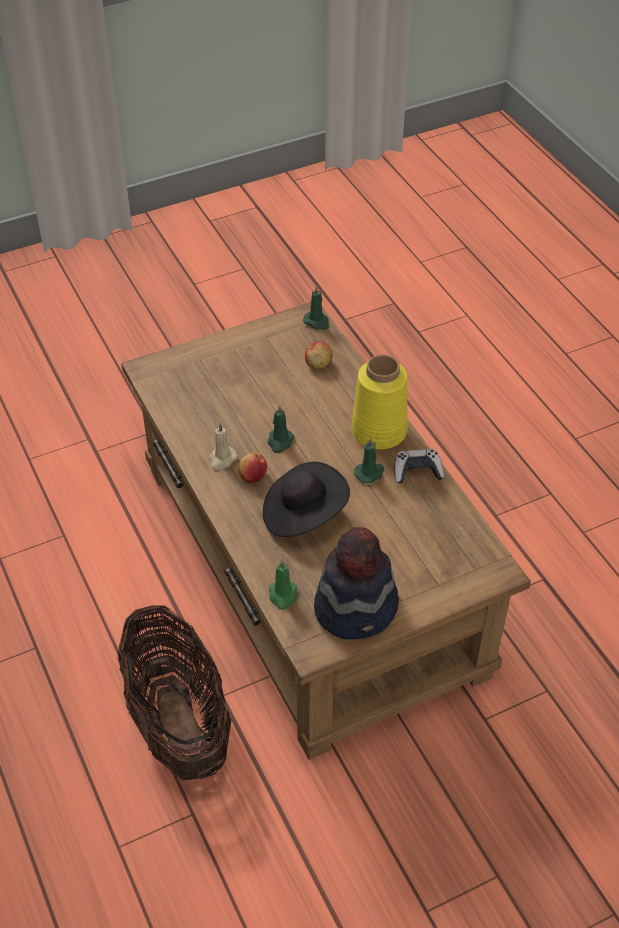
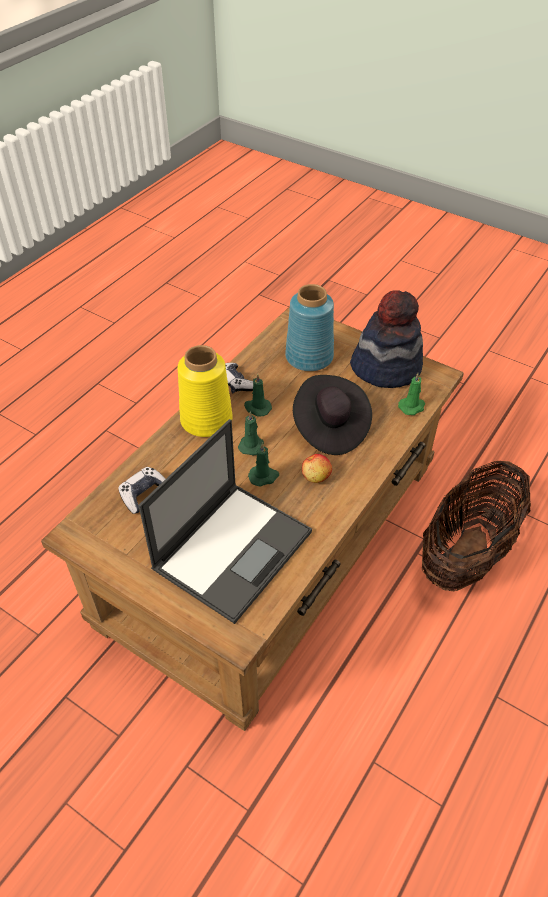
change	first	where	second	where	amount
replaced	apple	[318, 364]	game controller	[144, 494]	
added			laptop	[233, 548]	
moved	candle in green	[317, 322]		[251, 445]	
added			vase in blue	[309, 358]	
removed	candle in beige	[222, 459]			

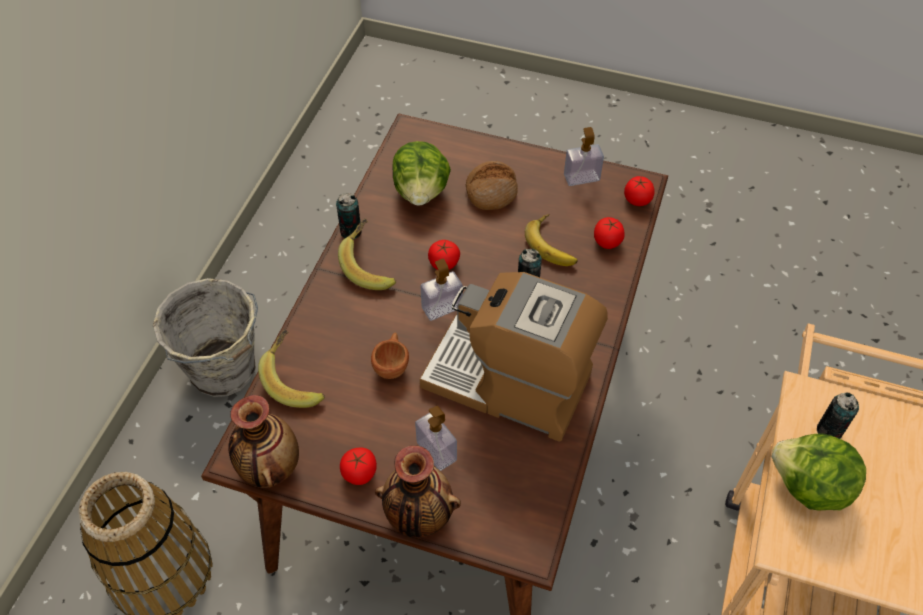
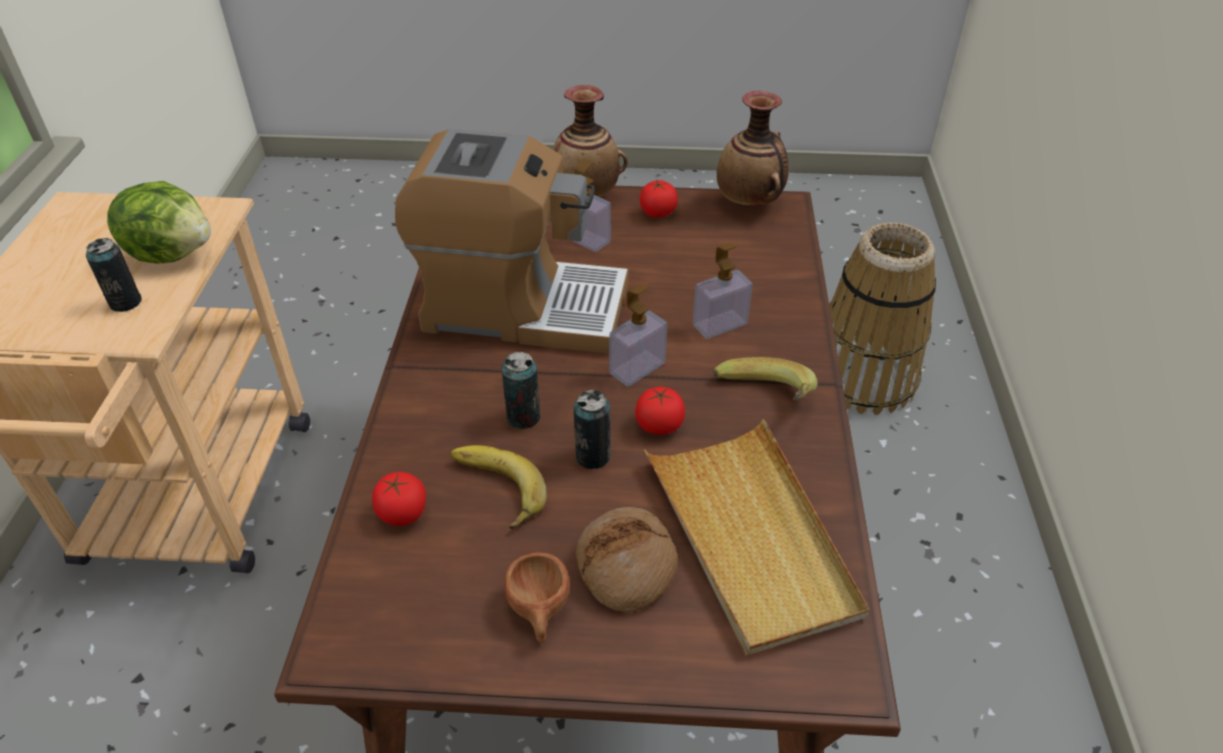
change	first	where	second	where	amount
moved	cup in brown	[392, 364]		[539, 612]	
moved	can	[351, 232]		[593, 456]	
replaced	lettuce	[421, 192]	tray in beige	[751, 537]	
moved	soap dispenser	[581, 177]		[720, 324]	
removed	bucket in grey	[225, 372]			
removed	banana	[296, 379]			
removed	tomato	[637, 200]			

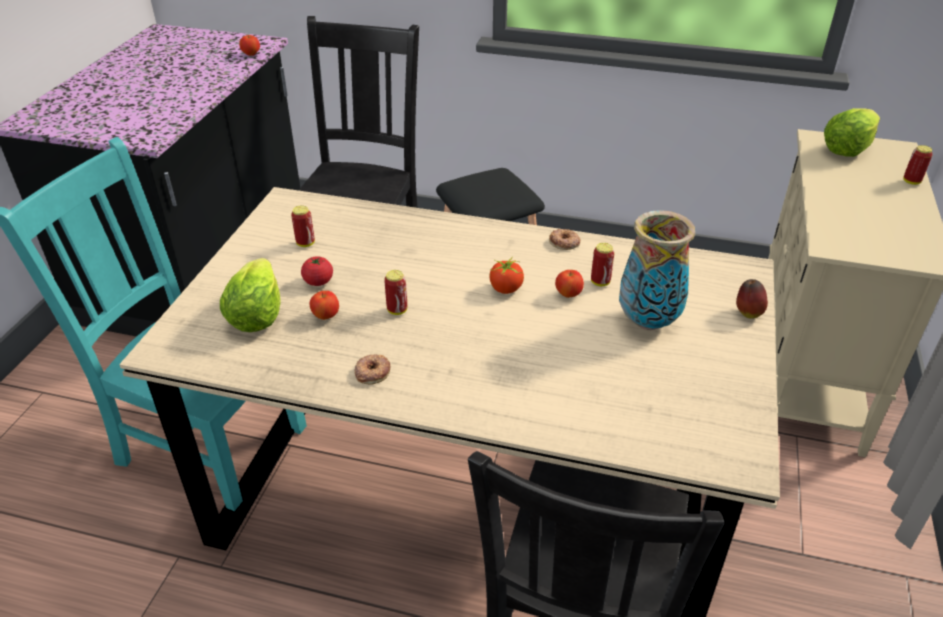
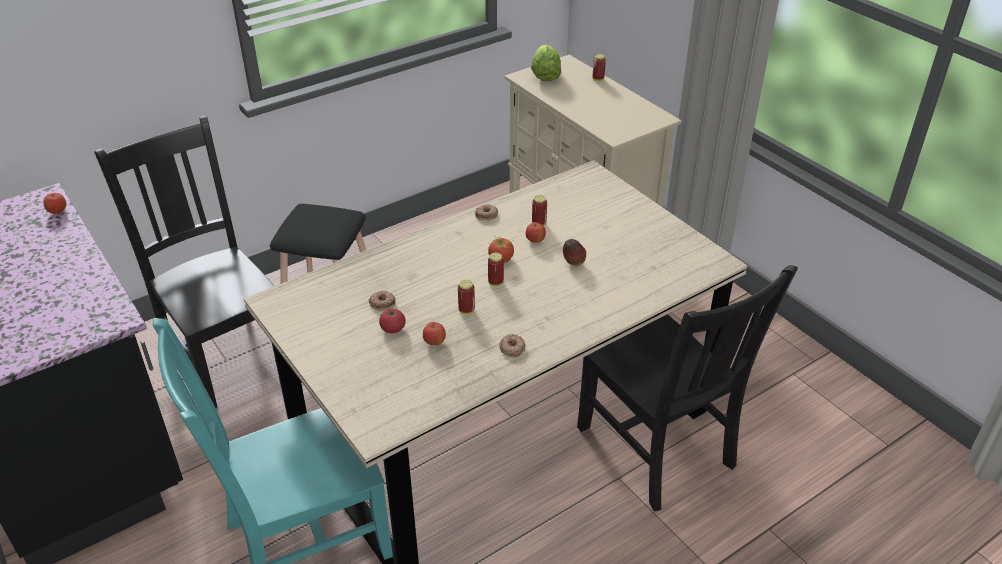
change	first	where	second	where	amount
added			donut	[382, 302]	
moved	can	[305, 243]		[495, 282]	
moved	apple	[747, 313]		[573, 263]	
removed	lettuce	[256, 315]			
removed	vase	[647, 322]			

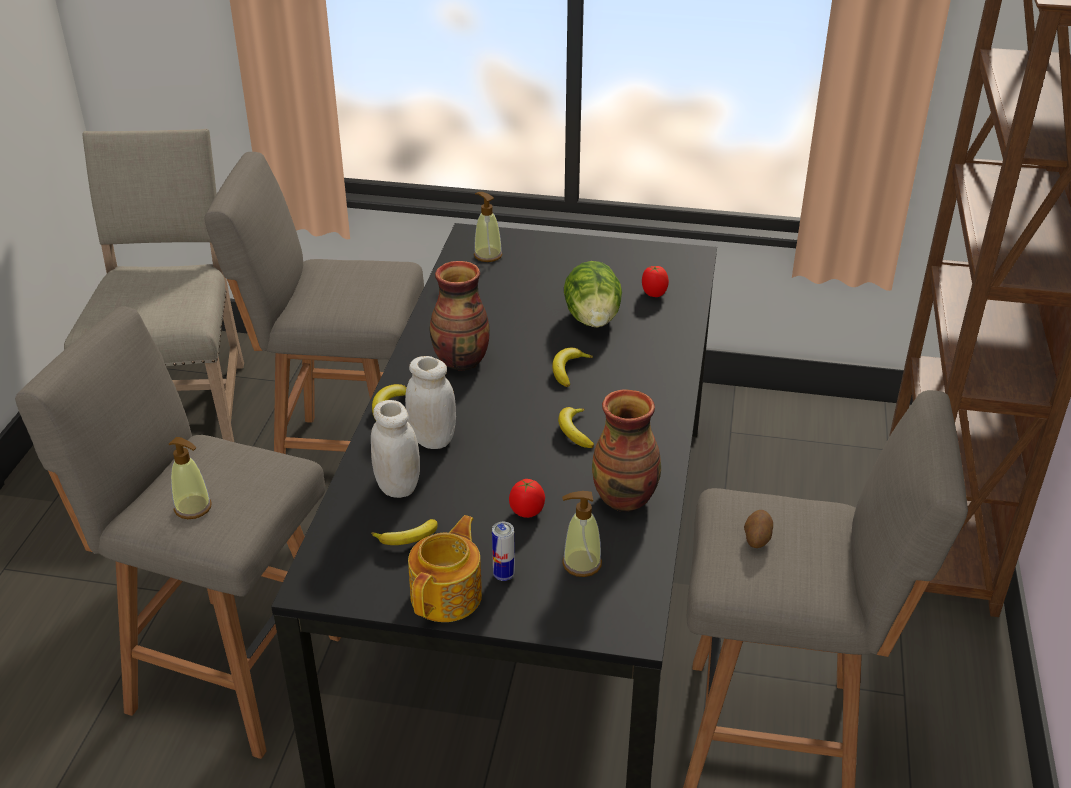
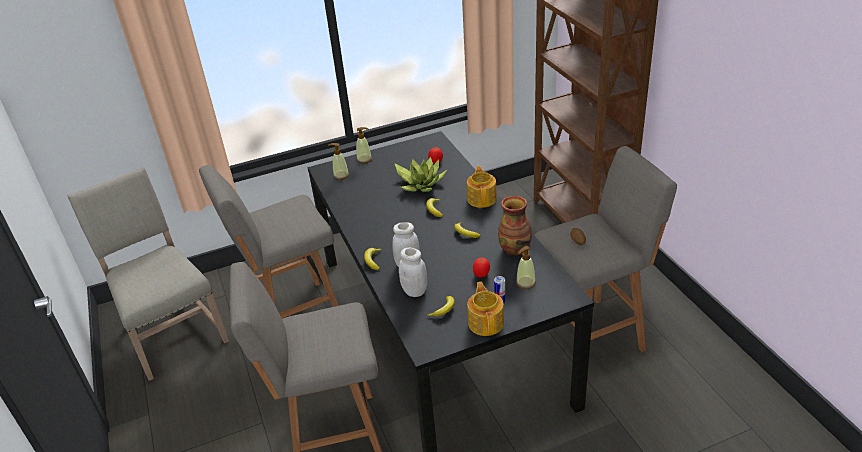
change	first	where	second	where	amount
moved	soap dispenser	[193, 507]		[364, 159]	
replaced	lettuce	[593, 319]	potted plant	[421, 183]	
added			teapot	[482, 198]	
removed	vase	[462, 361]			

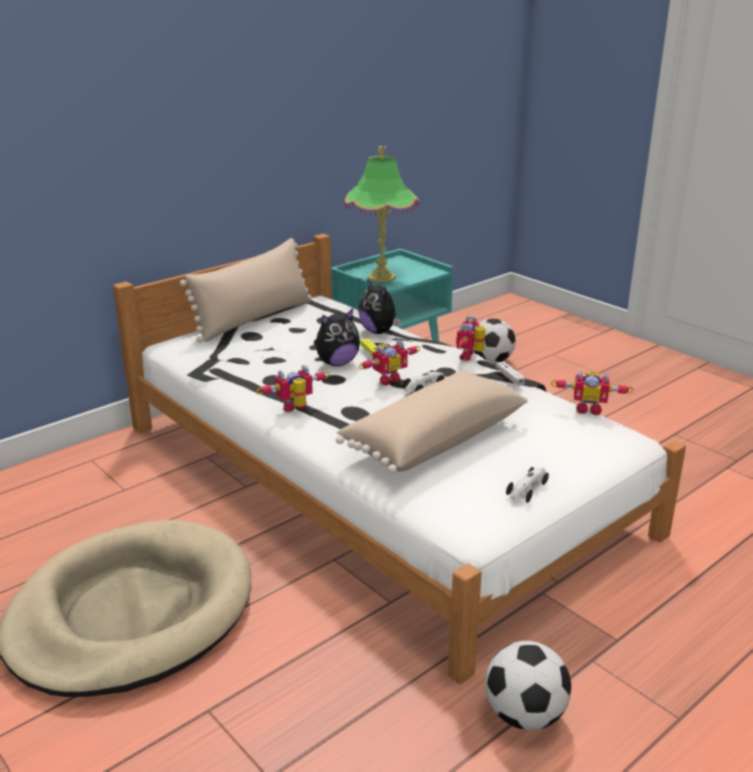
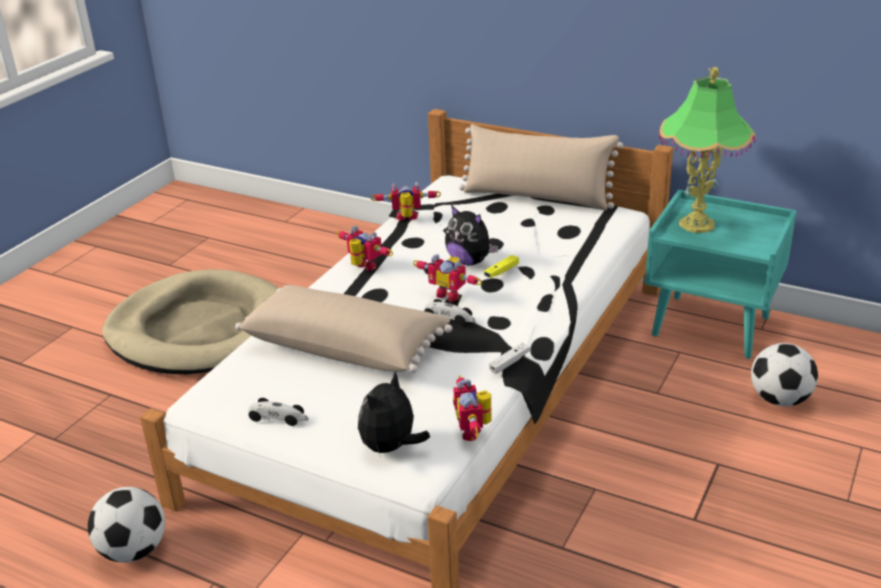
change	first	where	second	where	amount
moved	plush toy	[379, 331]		[391, 447]	
moved	toy robot	[470, 356]		[407, 219]	

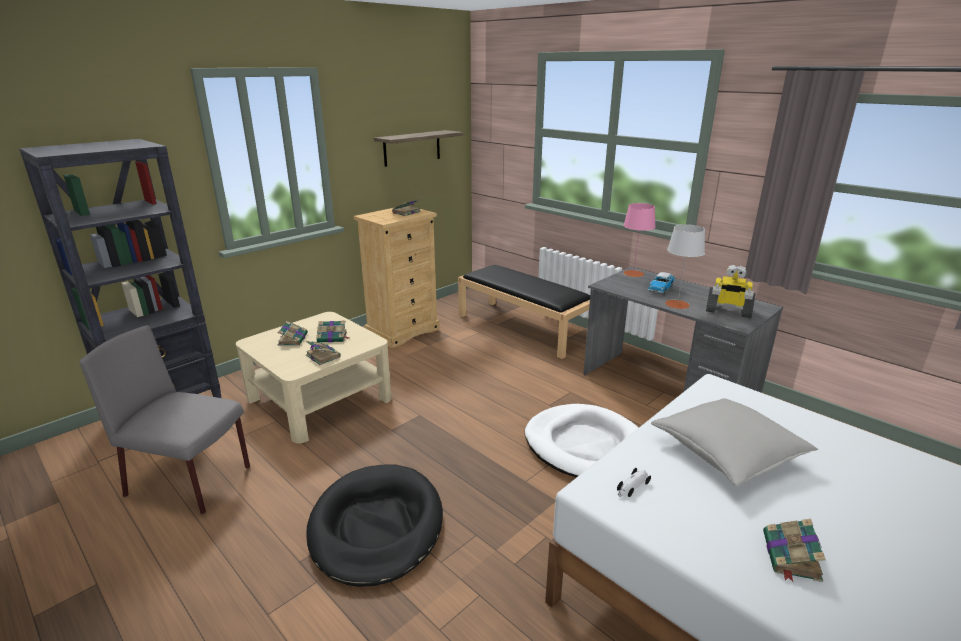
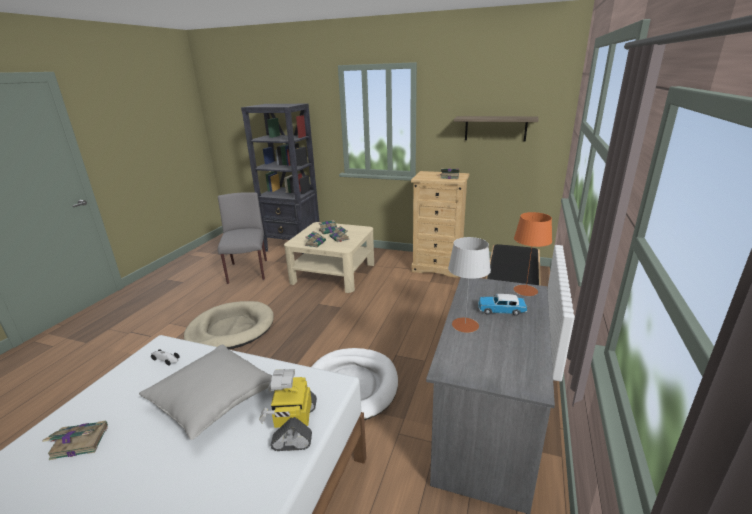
change	first	where	second	where	amount
recoloured	dog bed in black	[376, 527]	dog bed in beige	[231, 329]	
moved	toy robot	[728, 311]		[294, 426]	
recoloured	table lamp in pink	[633, 273]	table lamp in orange	[525, 290]	

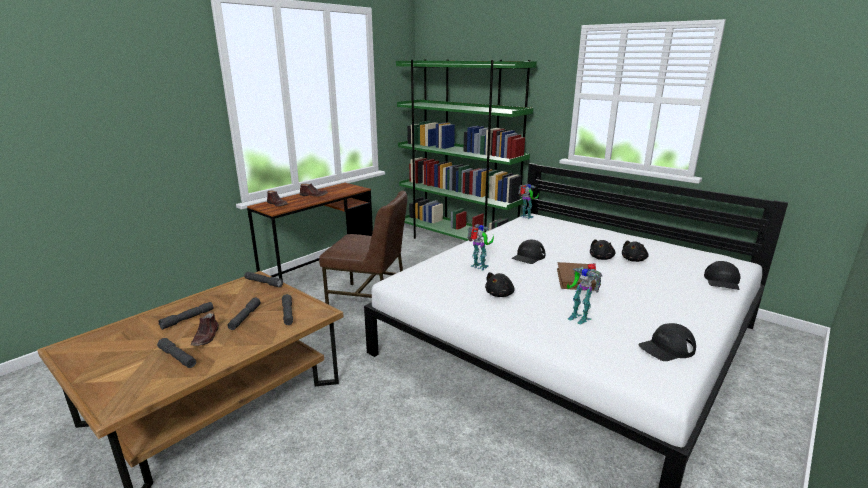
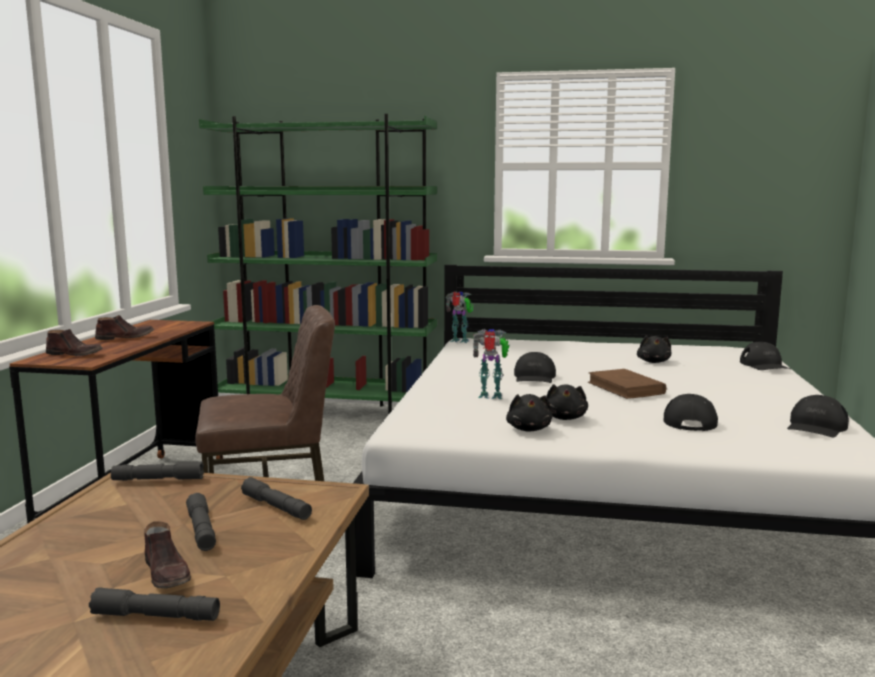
change	first	where	second	where	amount
moved	plush toy in black	[601, 258]		[529, 429]	
replaced	toy robot	[579, 317]	cap in black	[689, 420]	
removed	flashlight in grey	[187, 319]			

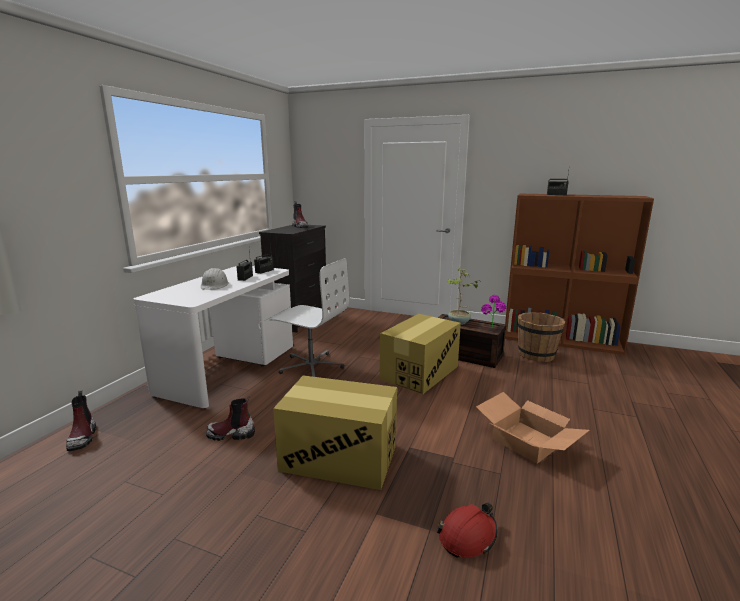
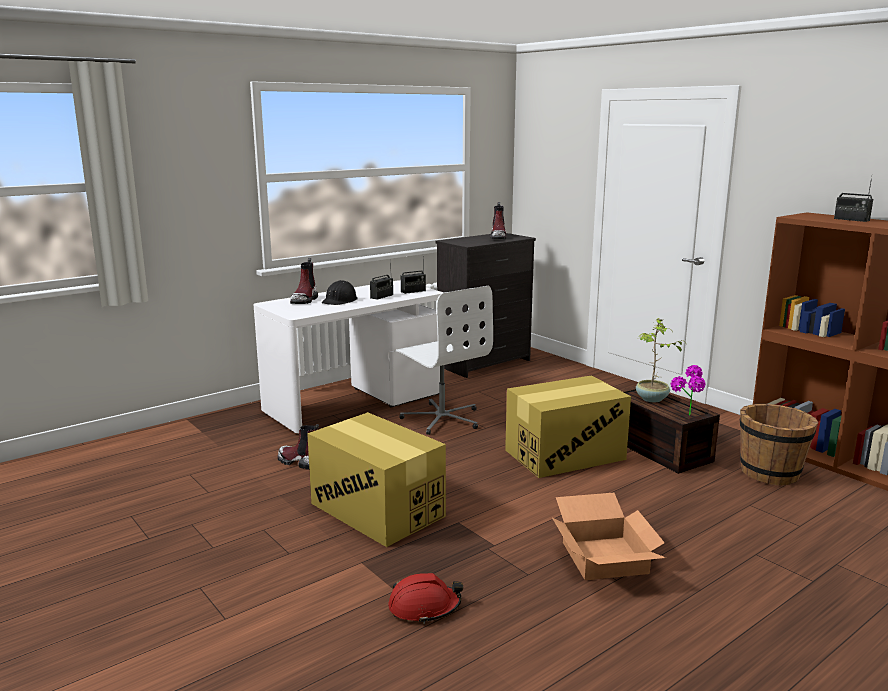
change	first	where	second	where	amount
moved	boot	[82, 437]		[305, 300]	
recoloured	hard hat in white	[214, 285]	hard hat in black	[340, 300]	

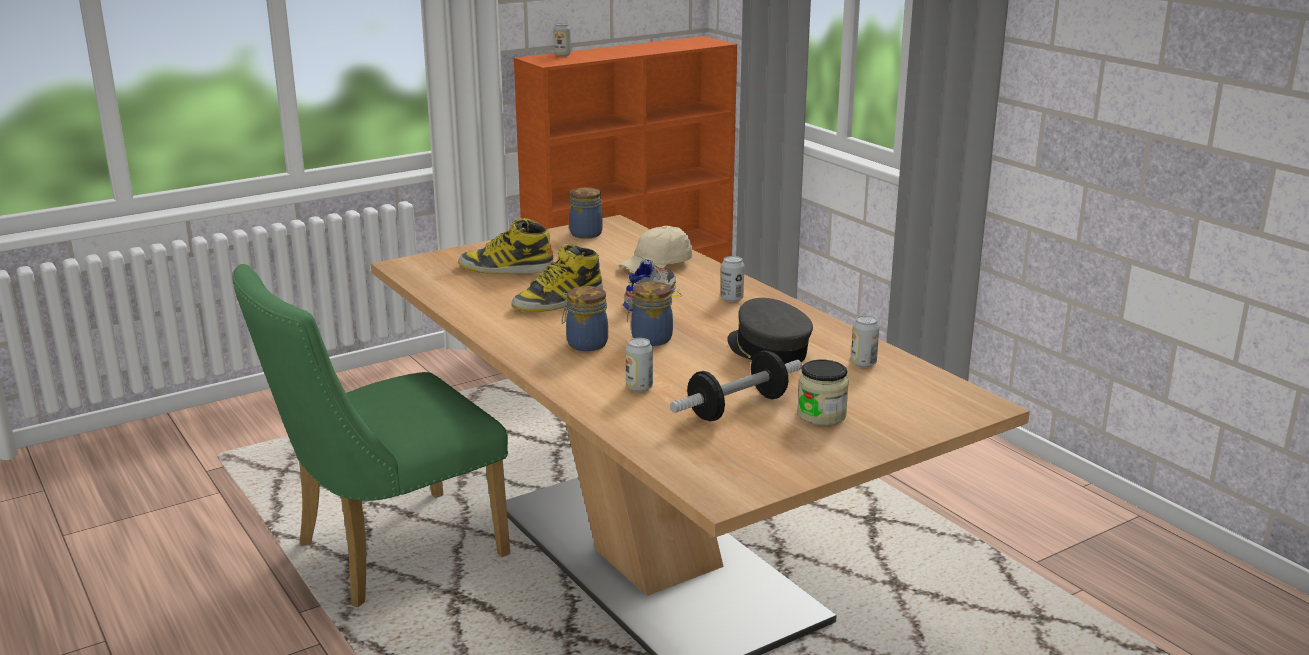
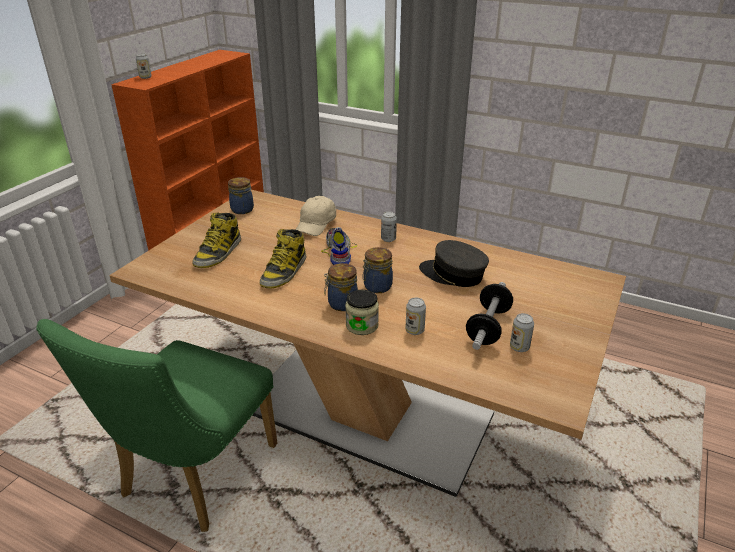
change	first	where	second	where	amount
turned	boot	[506, 268]		[218, 253]	45 degrees counterclockwise
moved	jar	[821, 415]		[362, 325]	
moved	can	[863, 363]		[519, 347]	

